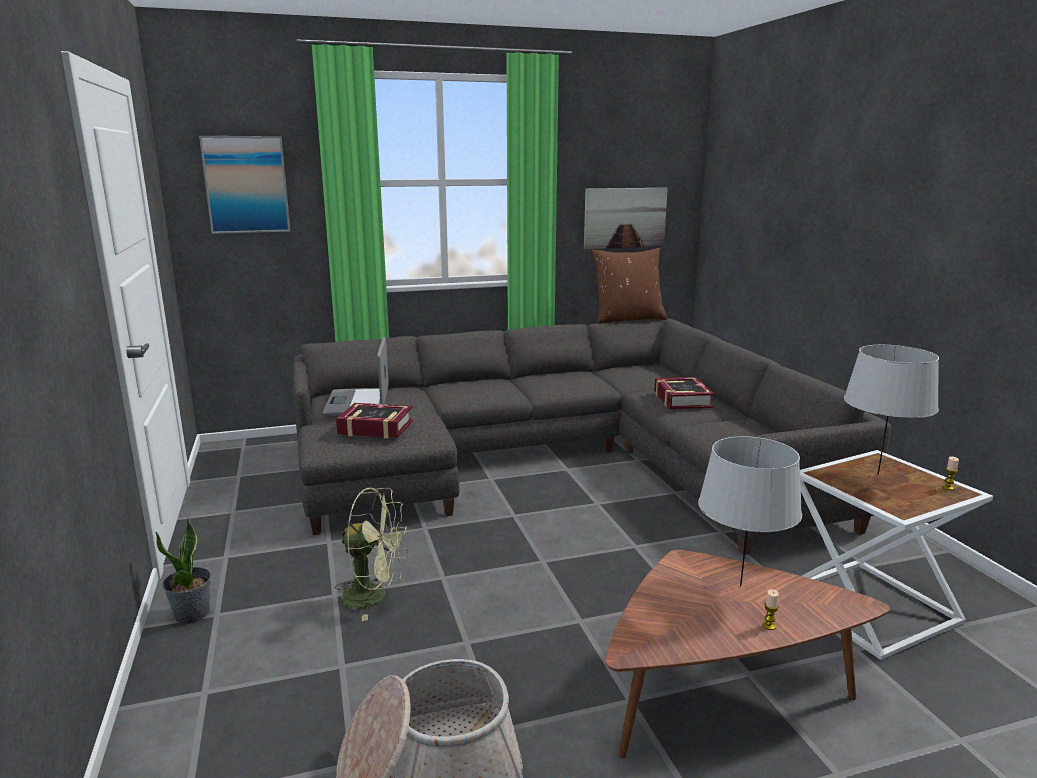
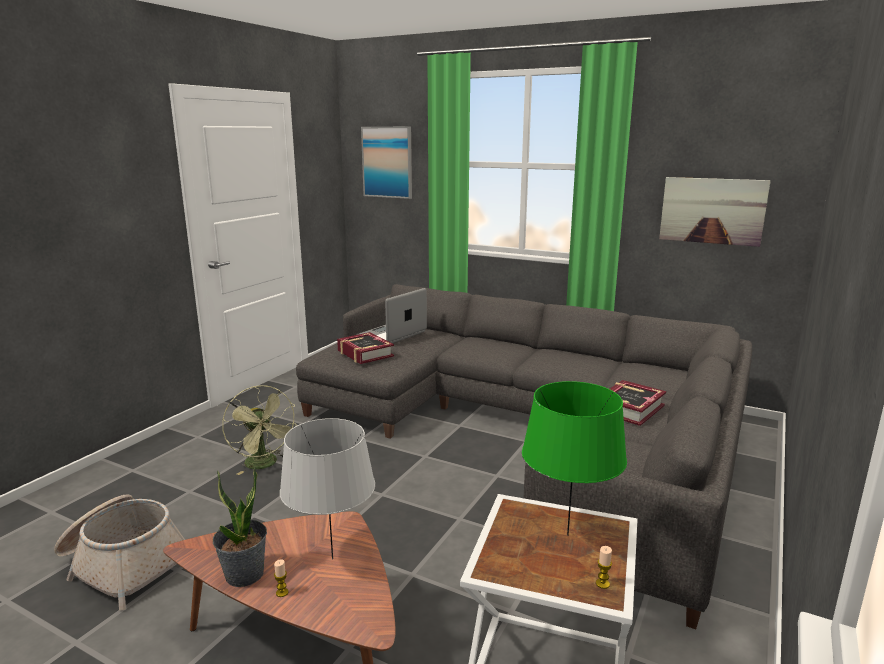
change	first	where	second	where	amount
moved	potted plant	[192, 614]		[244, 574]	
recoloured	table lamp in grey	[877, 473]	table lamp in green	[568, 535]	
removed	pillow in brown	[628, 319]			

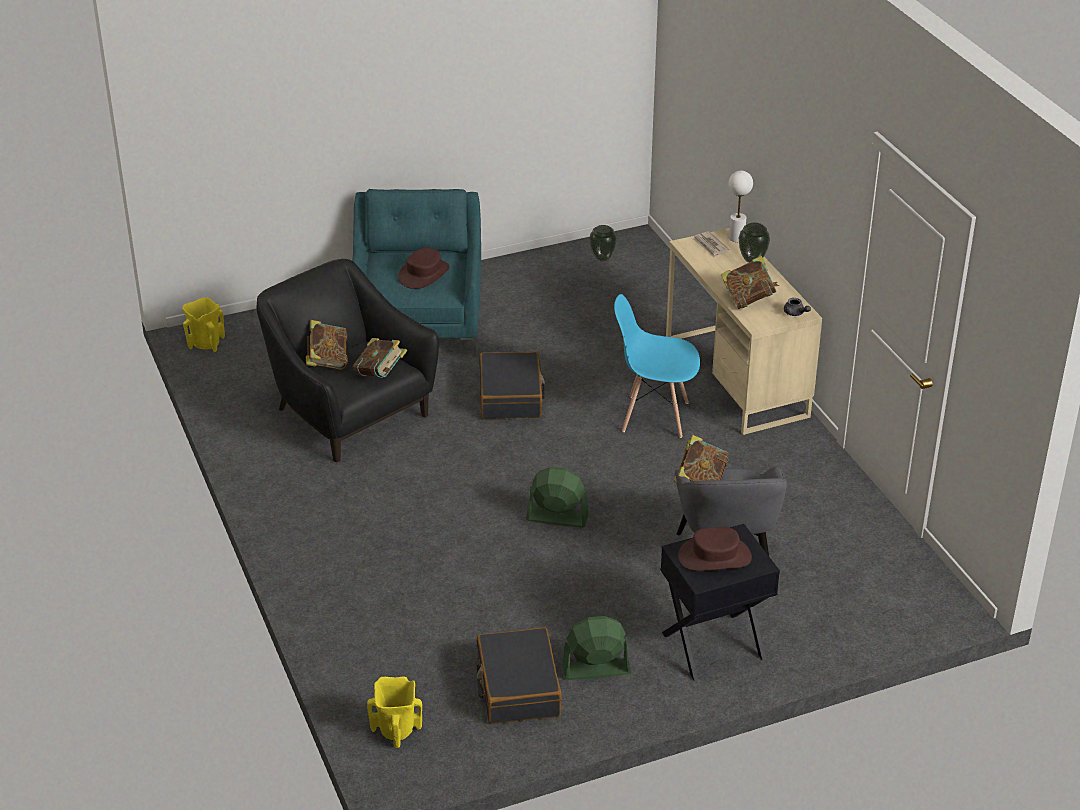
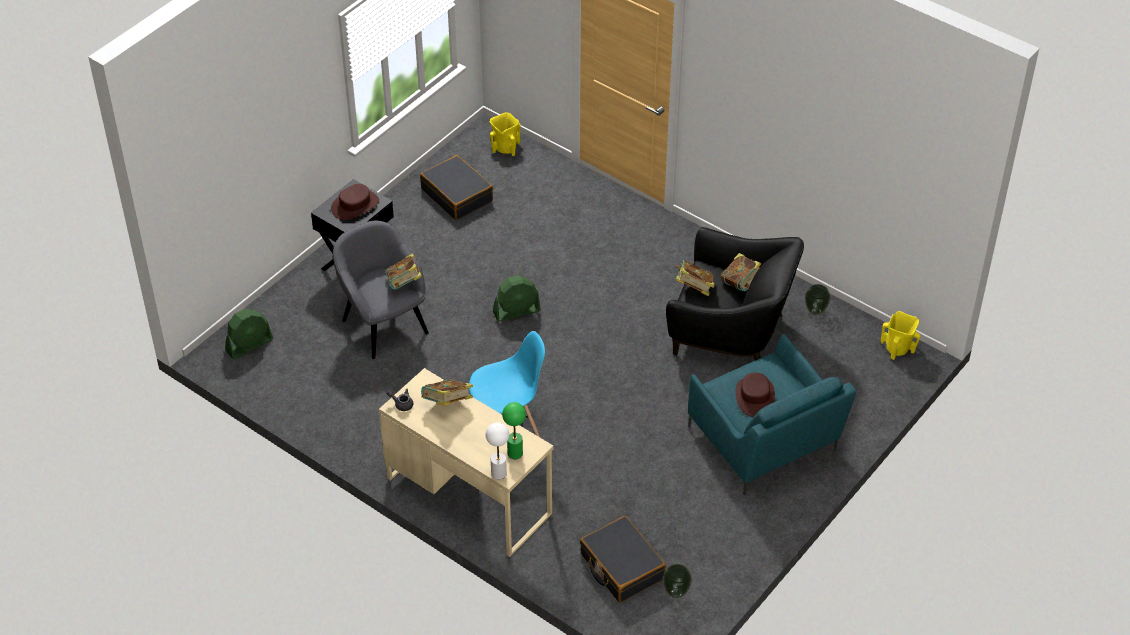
change	first	where	second	where	amount
moved	fan in green	[596, 669]		[249, 345]	
replaced	newspaper	[710, 246]	table lamp in green	[515, 453]	
moved	suitcase in black	[511, 396]		[621, 567]	
moved	vase	[752, 260]		[816, 311]	

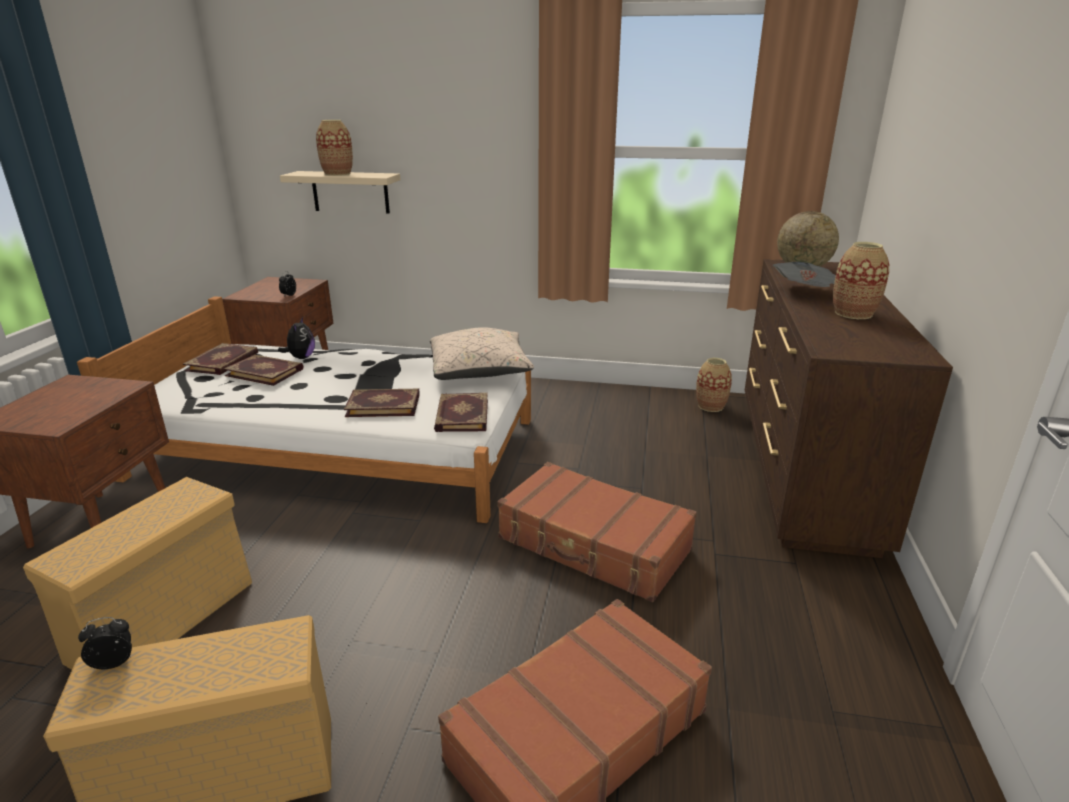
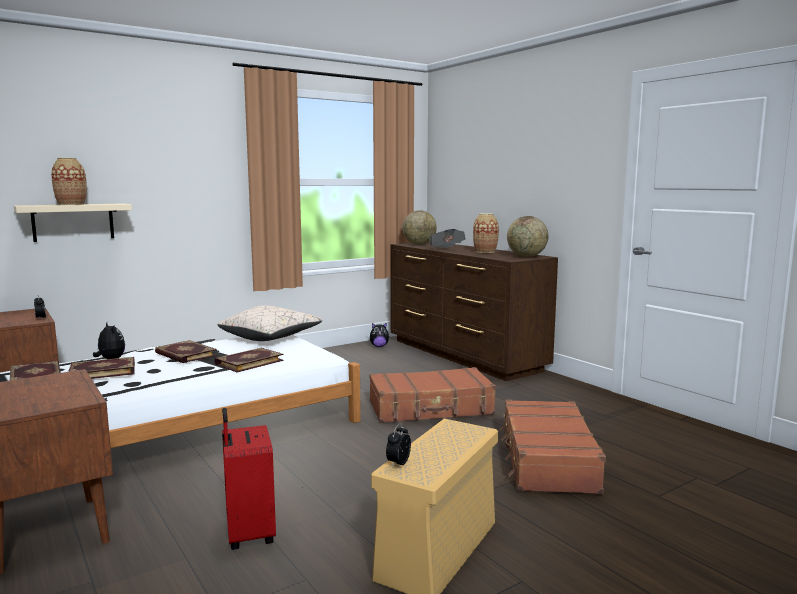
change	first	where	second	where	amount
moved	book	[461, 415]		[185, 354]	
replaced	storage box in beige	[167, 619]	suitcase in red	[248, 534]	
replaced	vase	[711, 406]	plush toy	[379, 346]	
added			globe	[526, 256]	

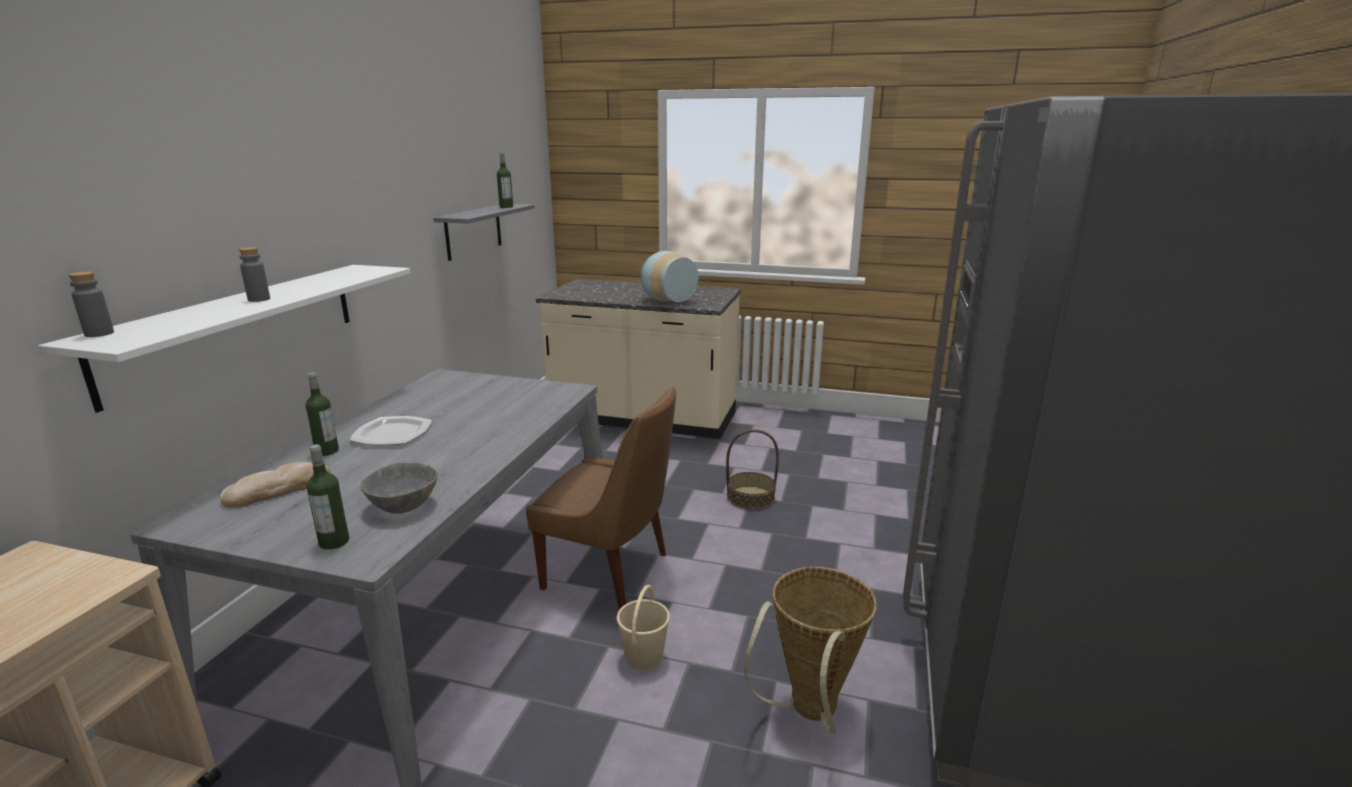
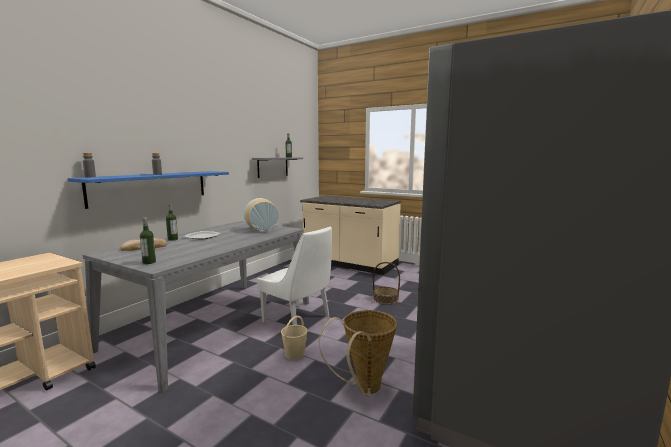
change	first	where	second	where	amount
recoloured	shelf in white	[238, 327]	shelf in blue	[151, 187]	
moved	vase	[666, 300]		[261, 229]	
recoloured	chair in brown	[610, 572]	chair in white	[298, 320]	
removed	bowl in grey	[403, 506]			

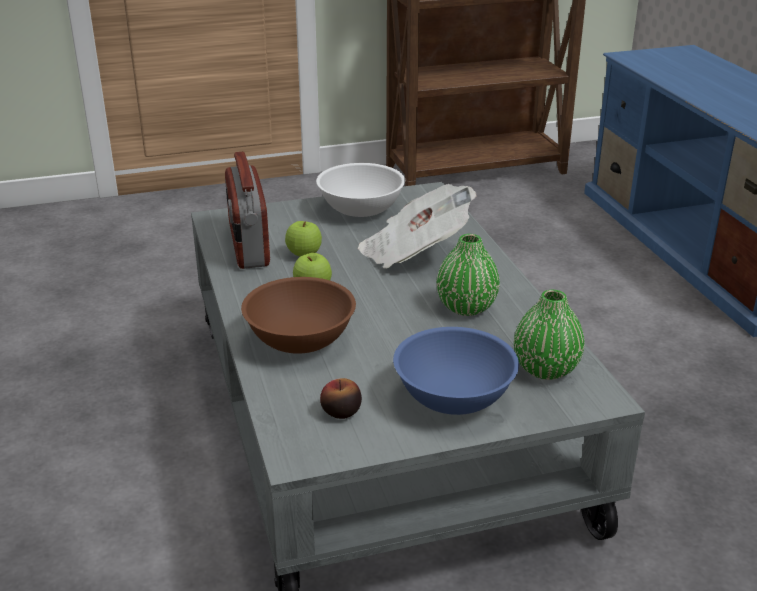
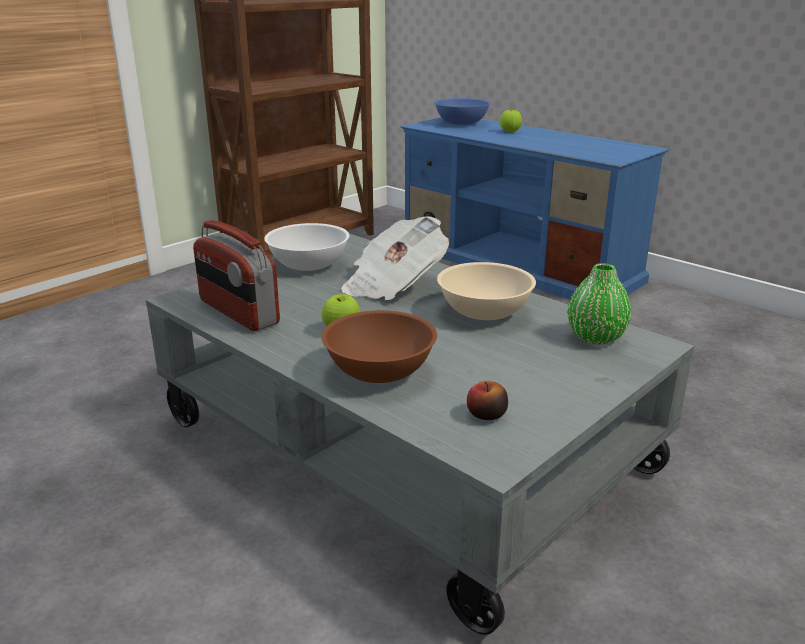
change	first	where	second	where	amount
moved	bowl in blue	[455, 397]		[462, 123]	
replaced	vase in green	[466, 307]	bowl in beige	[483, 312]	
moved	apple	[304, 254]		[510, 131]	

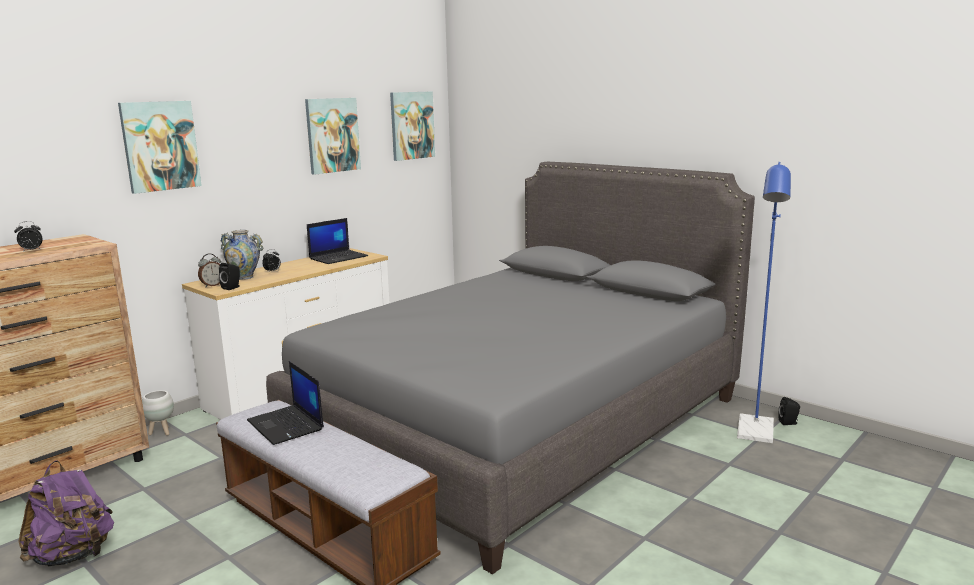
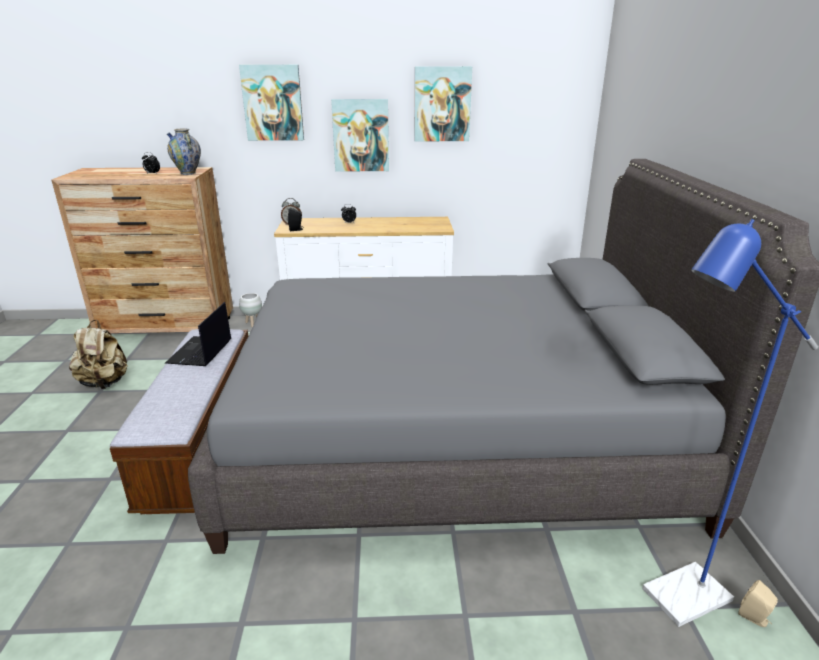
change	first	where	second	where	amount
recoloured	backpack in purple	[73, 555]	backpack in beige	[104, 383]	
moved	vase	[244, 277]		[188, 173]	
moved	picture	[411, 125]		[361, 135]	
recoloured	speaker in black	[789, 423]	speaker in beige	[754, 618]	
removed	laptop	[338, 257]			

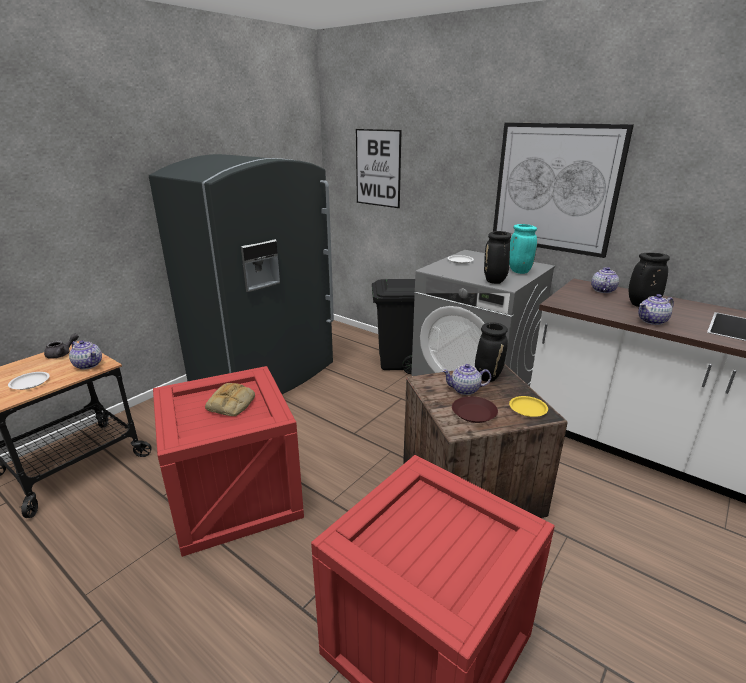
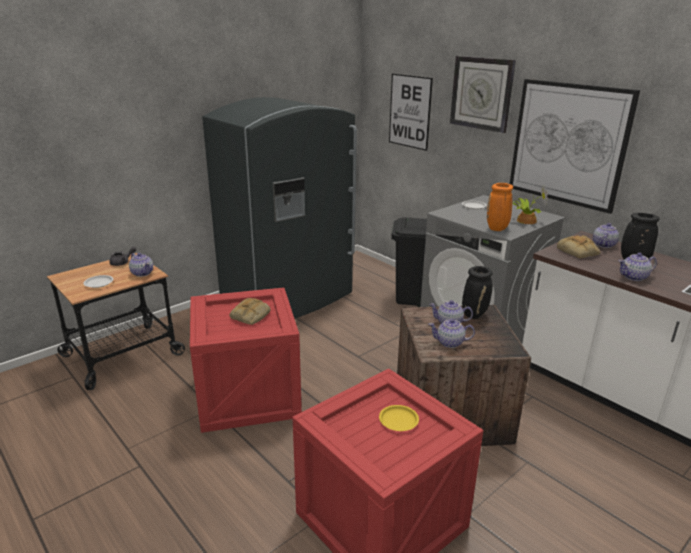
change	first	where	second	where	amount
moved	plate in yellow	[527, 408]		[398, 420]	
replaced	plate in brown	[474, 413]	teapot	[450, 343]	
added			wall clock	[481, 93]	
recoloured	vase in black	[495, 281]	vase in orange	[497, 229]	
replaced	vase in turquoise	[518, 271]	potted plant	[525, 220]	
added			bread	[578, 252]	

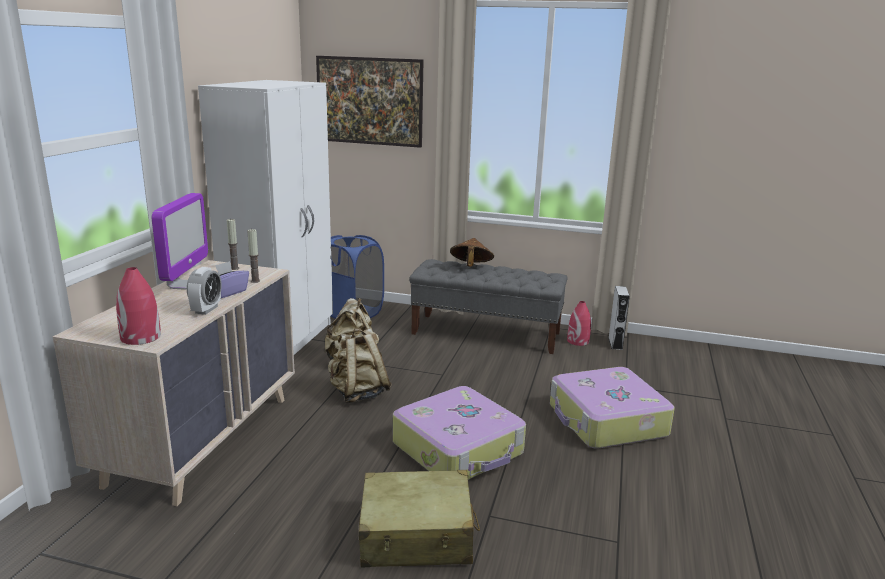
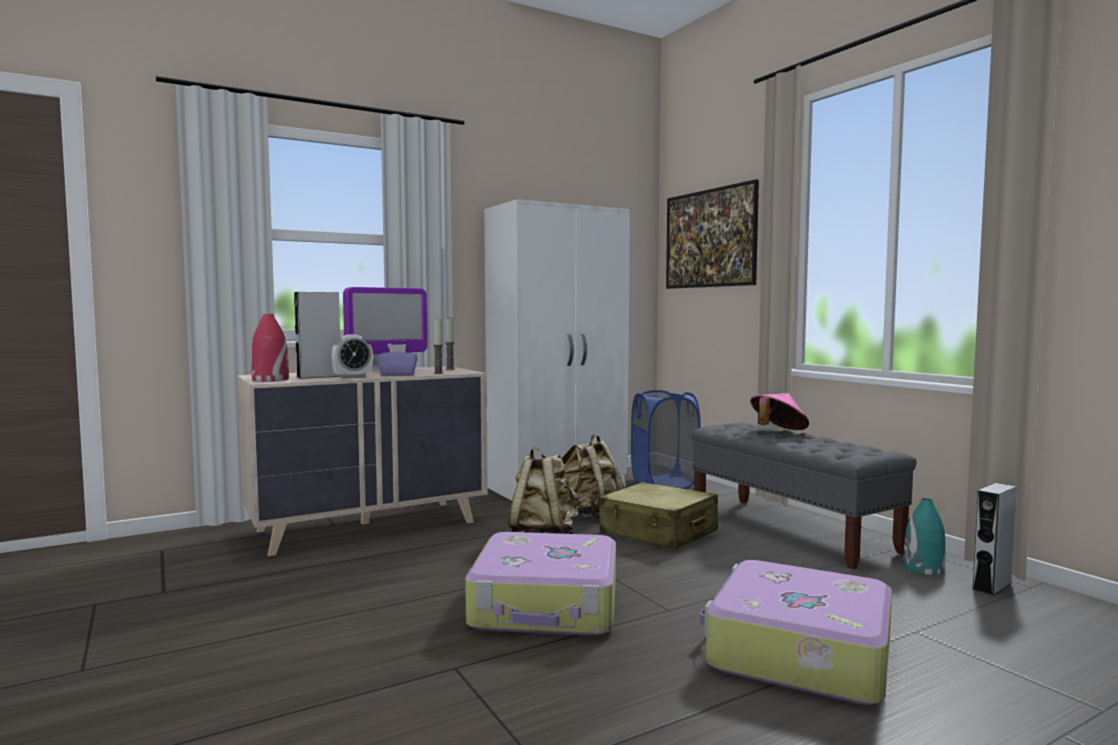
change	first	where	second	where	amount
added			speaker in grey	[319, 376]	
moved	suitcase in beige	[417, 535]		[658, 532]	
recoloured	hat in brown	[471, 267]	hat in pink	[777, 431]	
recoloured	vase in red	[578, 341]	vase in turquoise	[923, 568]	

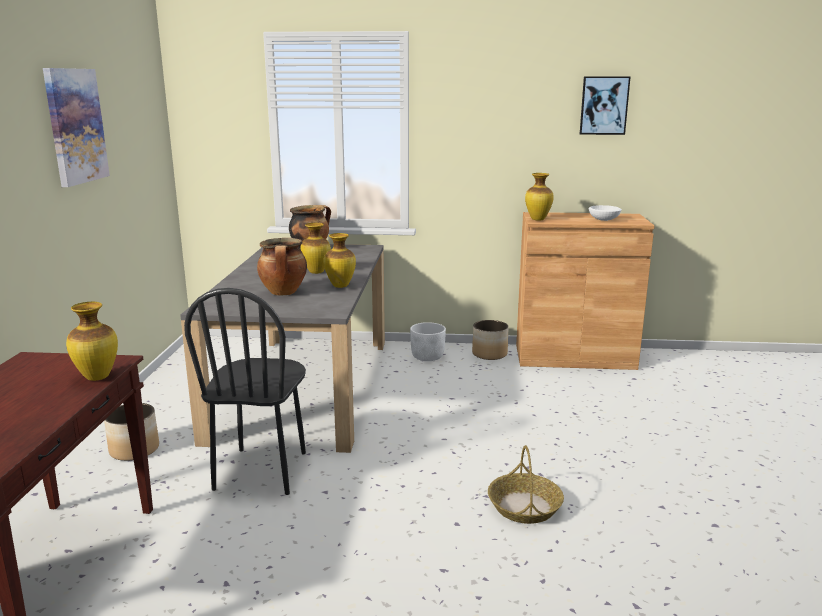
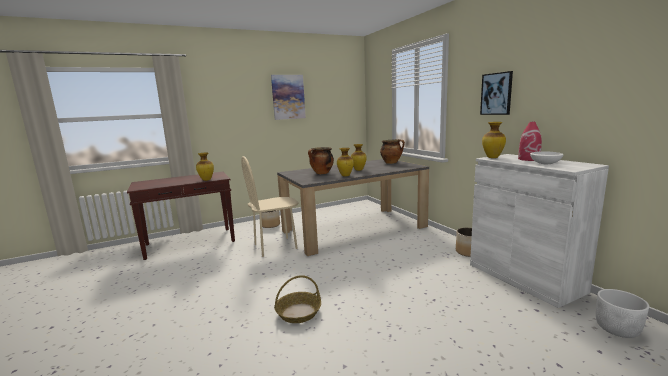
change	first	where	second	where	amount
recoloured	chair in black	[261, 471]	chair in beige	[275, 246]	
recoloured	cabinet in brown	[574, 357]	cabinet in white	[524, 277]	
moved	picture	[604, 105]		[496, 94]	
added			vase in red	[529, 159]	
moved	planter in white	[427, 357]		[616, 329]	

